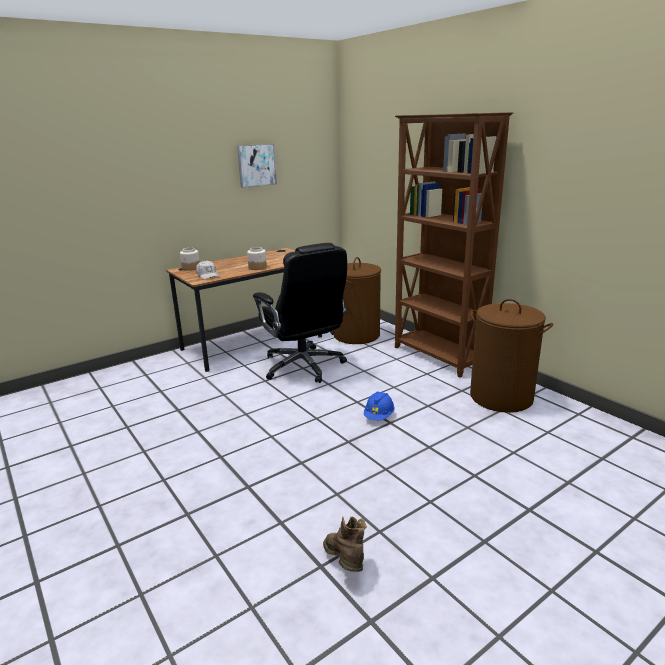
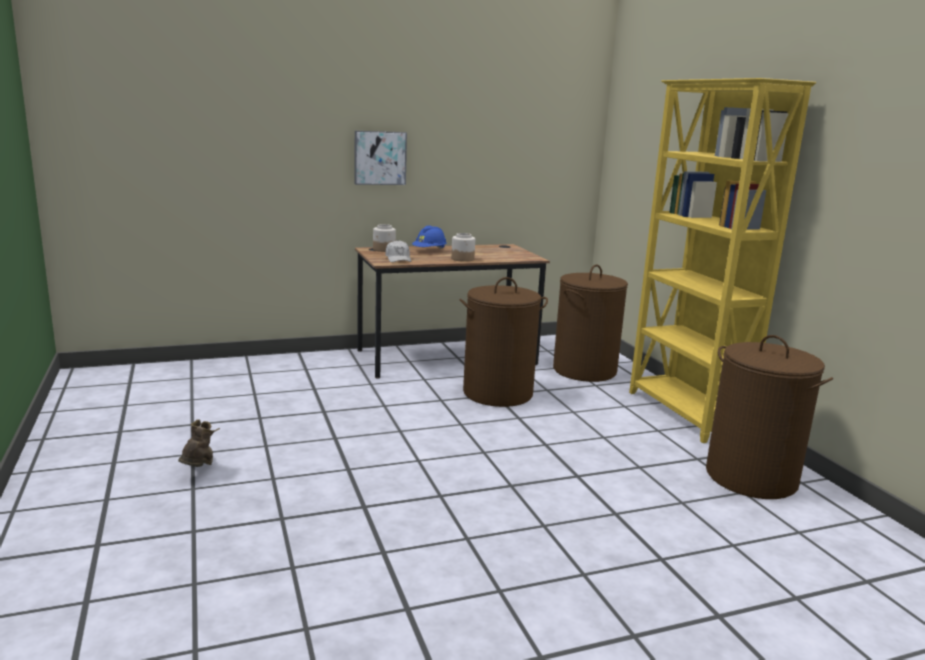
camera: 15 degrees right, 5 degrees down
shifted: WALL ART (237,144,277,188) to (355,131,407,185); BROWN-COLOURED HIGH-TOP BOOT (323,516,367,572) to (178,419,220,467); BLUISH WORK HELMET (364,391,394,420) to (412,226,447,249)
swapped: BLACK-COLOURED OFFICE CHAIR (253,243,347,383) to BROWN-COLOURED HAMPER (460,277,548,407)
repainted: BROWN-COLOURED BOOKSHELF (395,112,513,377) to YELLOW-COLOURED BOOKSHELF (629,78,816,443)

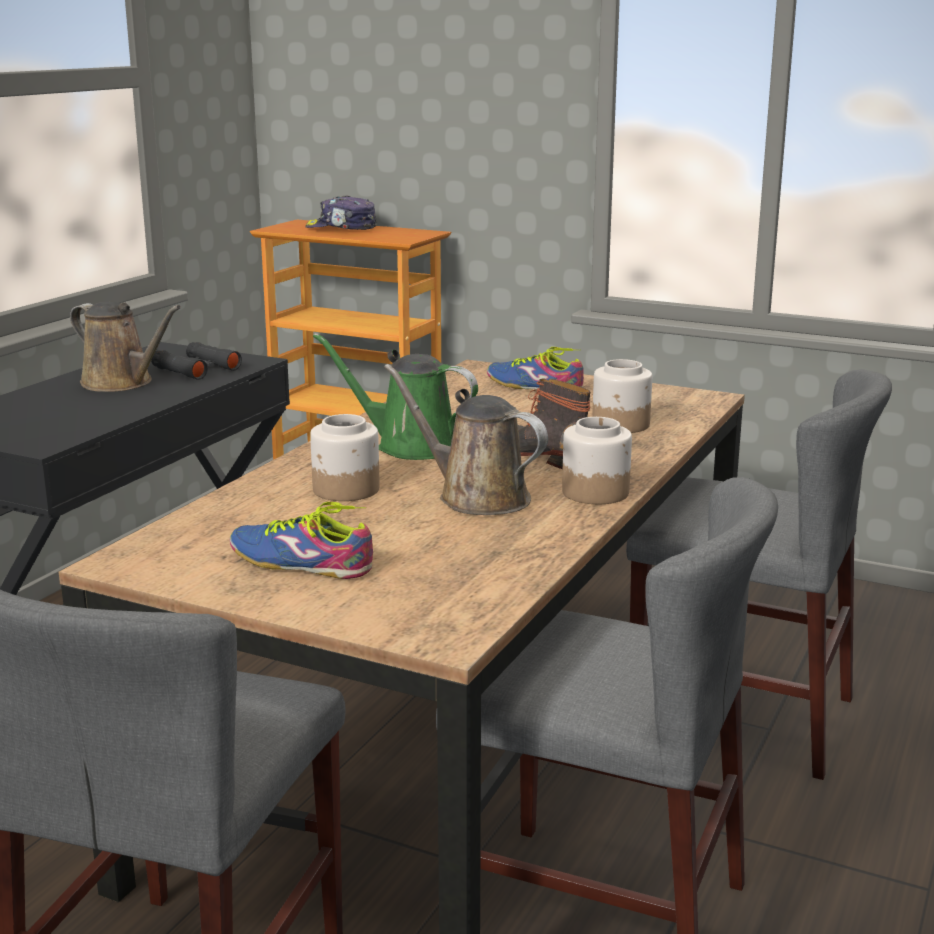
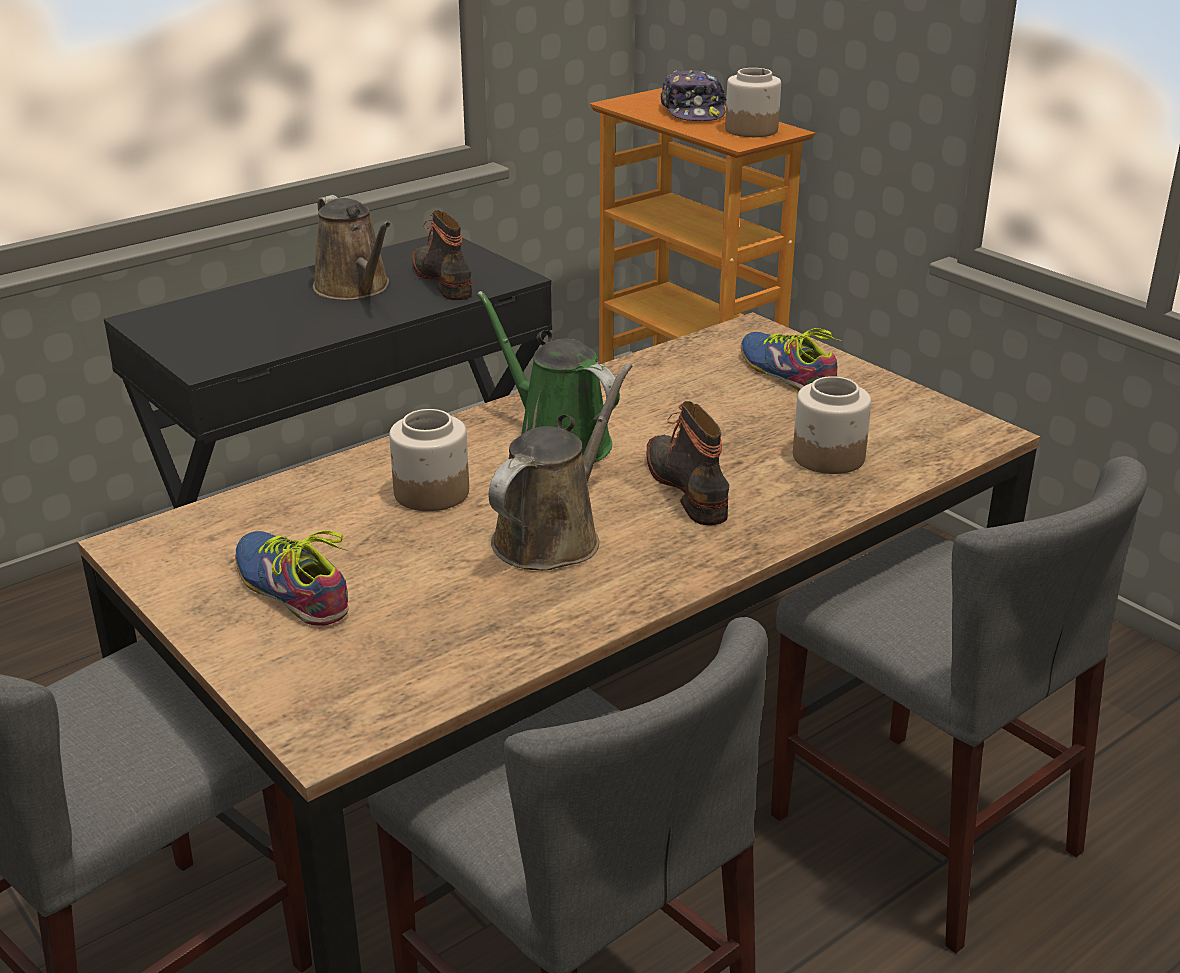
camera: 25 degrees right, 10 degrees up
shifted: JAR (562,417,632,504) to (725,68,781,137)
swapped: BLACK-COLOURED FIELD GLASSES (151,342,242,380) to HIGH-TOP BOOT (412,210,472,300)
rotated: CAP (305,196,377,230) = (660,70,727,121) 135 degrees counterclockwise; BROWN-COLOURED WATERING CAN (384,364,548,515) = (489,363,632,571) 60 degrees clockwise

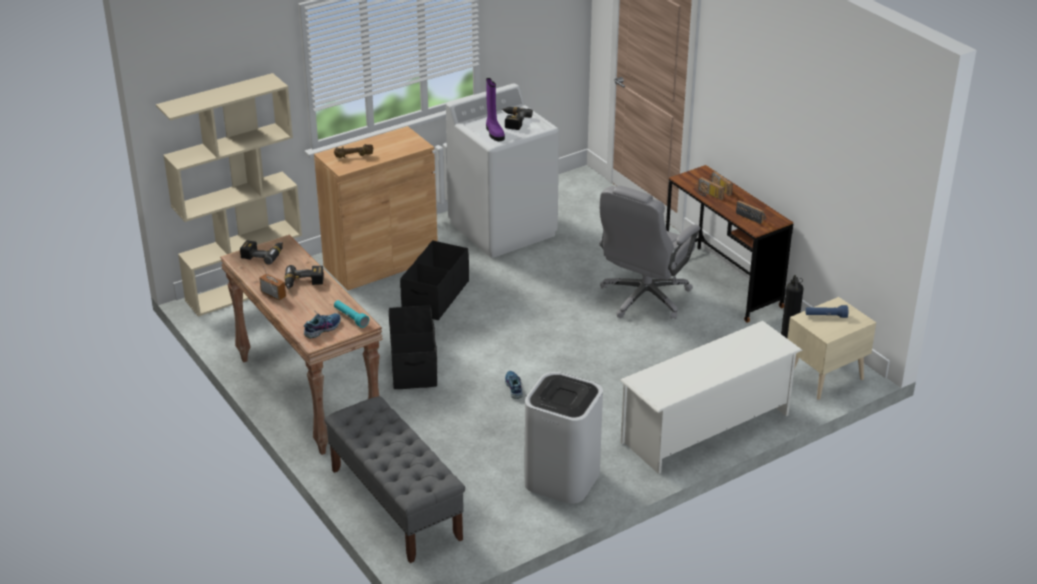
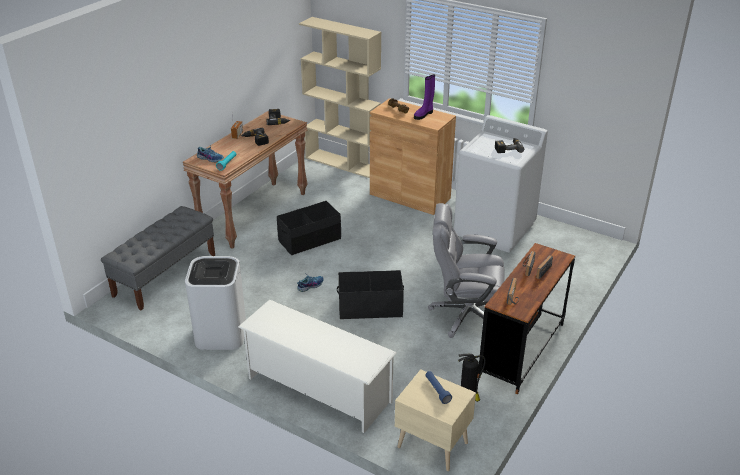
camera: 65 degrees right, 0 degrees up
shifted: BLACK-COLOURED STORAGE CONTAINER (400,240,469,320) to (337,270,404,319); PURPLE-COLOURED HIGH-TOP BOOT (486,78,505,142) to (414,74,435,120)

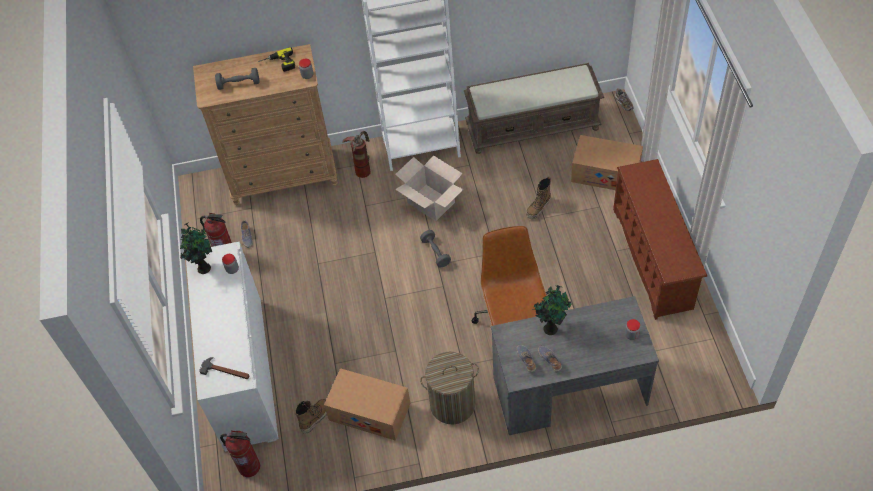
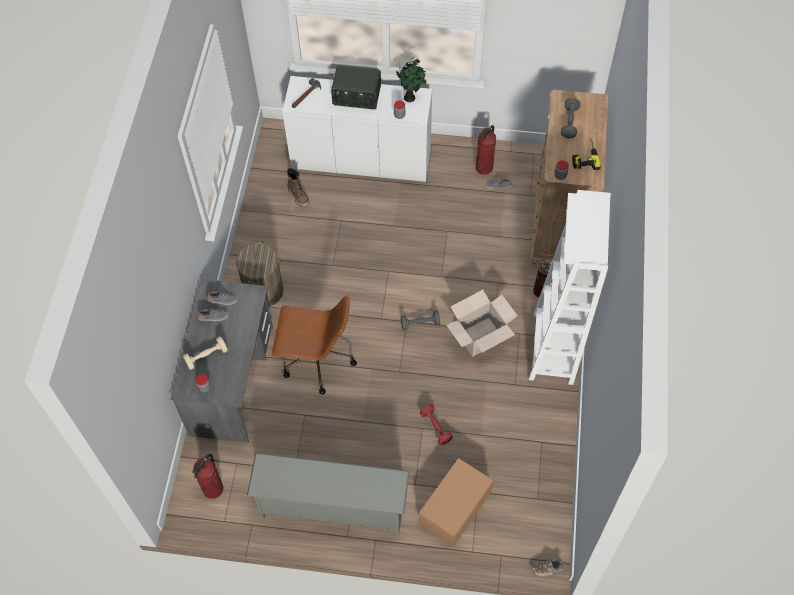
camera: 105 degrees right, 5 degrees up
gone: CARDBOARD BOX (324,368,411,441); BROWN-COLOURED INDOOR BENCH (464,63,604,154); PLANT IN A POT (532,286,572,335)
new: BEIGE-COLOURED HAND WEIGHT (183,337,228,370); RADIO (331,65,381,110)
shifted: FIRE-FIGHTING CYLINDER (220,430,260,477) to (192,454,223,499)
swapped: HIGH-TOP BOOT (526,176,551,219) to RED-COLOURED HAND WEIGHT (420,404,453,445)
repainted: BROWN-COLOURED SHOE SHELF (613,159,707,320) to GRAY SHOE SHELF (247,453,410,535)

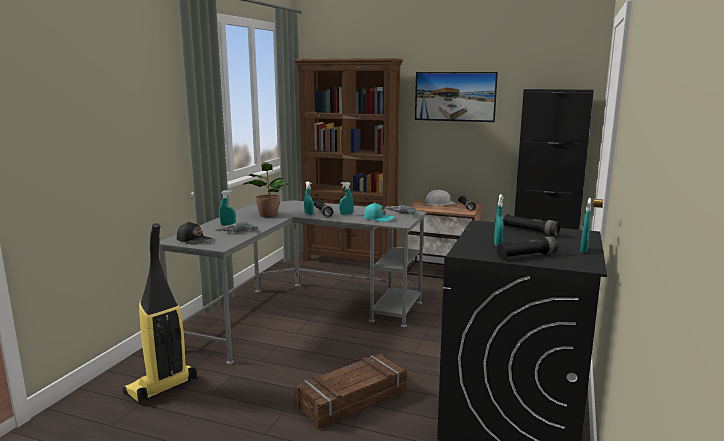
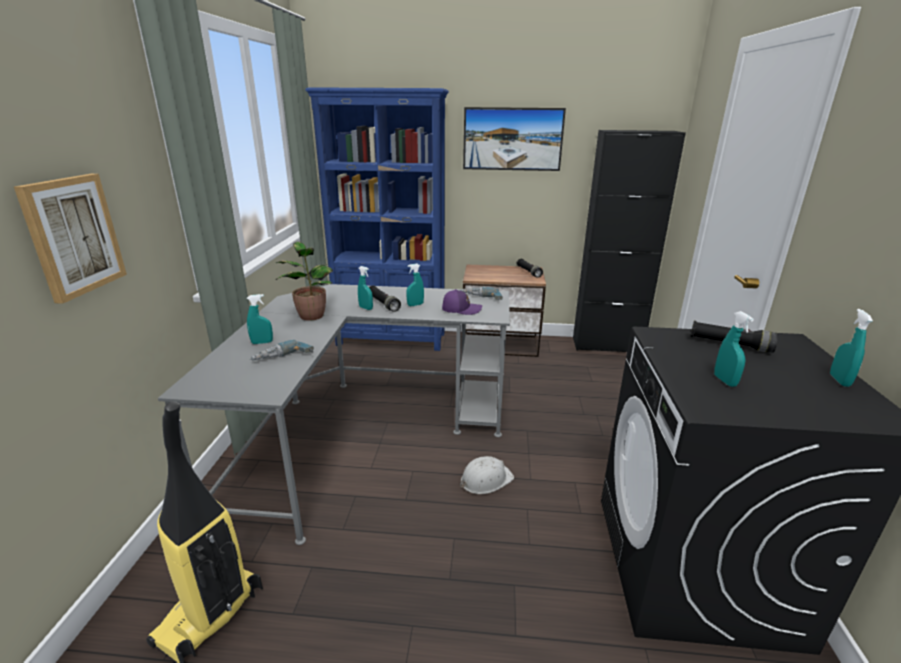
camera: 15 degrees left, 10 degrees up
gone: BLACK-COLOURED CAP (177,222,212,245); PACKING CRATE (294,354,407,429); BLACK-COLOURED TORCH (497,236,558,259)
new: WALL ART (14,174,127,304)
shifted: WHITE WORK HELMET (423,190,456,206) to (460,456,514,494)
repainted: BROWN-COLOURED BOOKSHELF (294,58,403,262) to BLUISH BOOKSHELF (305,87,449,351); TURQUOISE-COLOURED CAP (364,202,395,222) to PURPLE-COLOURED CAP (442,289,482,315)

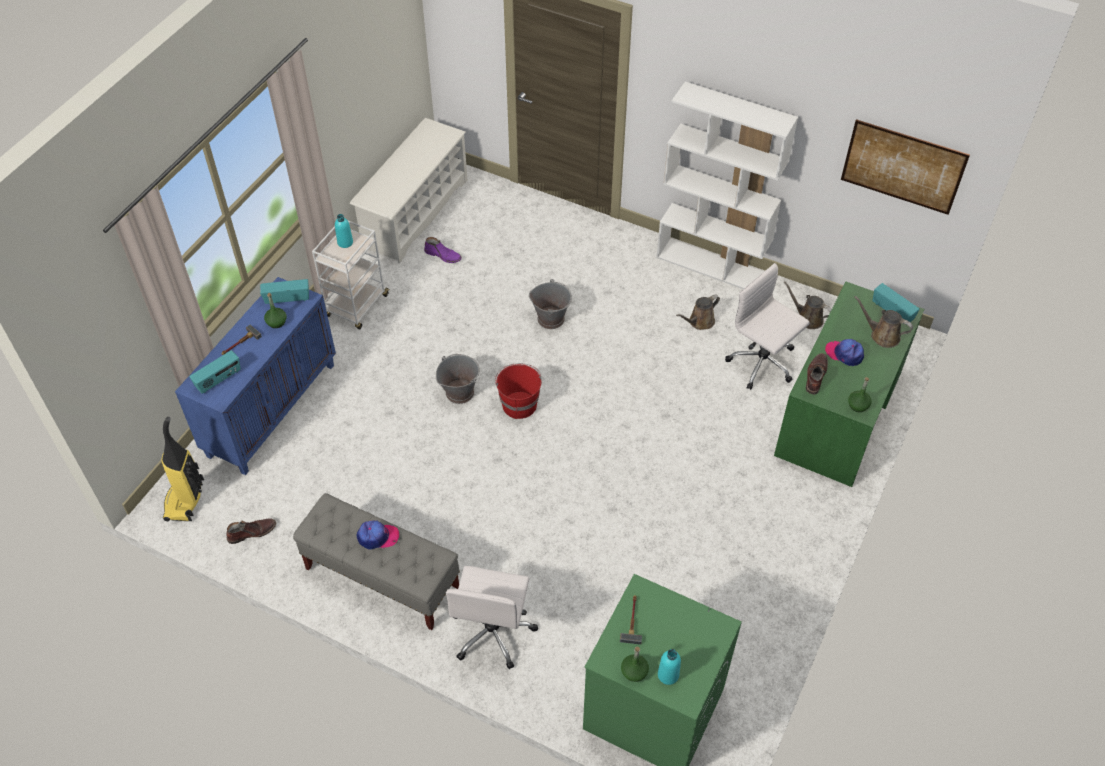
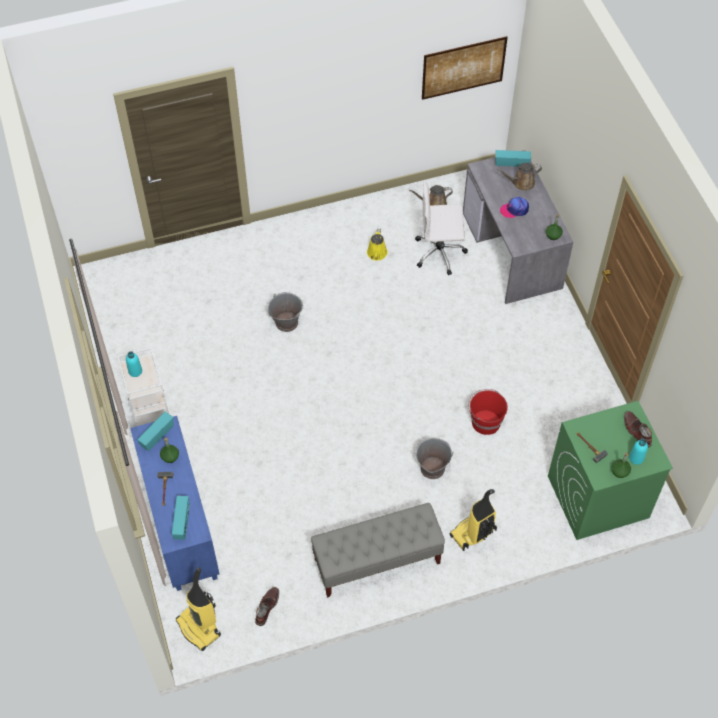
camera: 45 degrees left, 5 degrees up
gone: WHITE SHOE SHELF (350,118,468,263); CAP (356,521,399,550); PURPLE-COLOURED HIGH-TOP BOOT (424,237,462,263); WHITE BOOKSHELF (656,81,798,289)
shifted: GRAY PAIL (436,354,480,404) to (414,438,454,479); RED-COLOURED PAIL (495,363,541,419) to (468,389,508,435); BROWN-COLOURED HIGH-TOP BOOT (806,353,828,395) to (624,411,652,448)
swapped: WHITE OFFICE CHAIR (446,566,538,669) to VACUUM (450,489,497,551)
repainted: BROWN-COLOURED WATERING CAN (676,295,720,330) to YELLOW-COLOURED WATERING CAN (367,229,388,261); GREENISH DESK UNIT (774,282,924,487) to GRAY DESK UNIT (463,150,573,304)

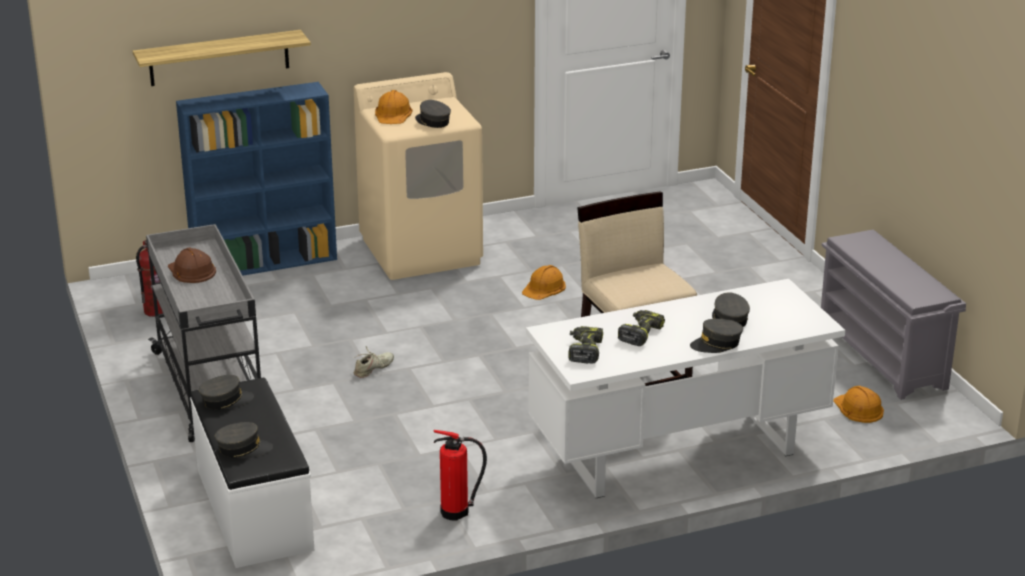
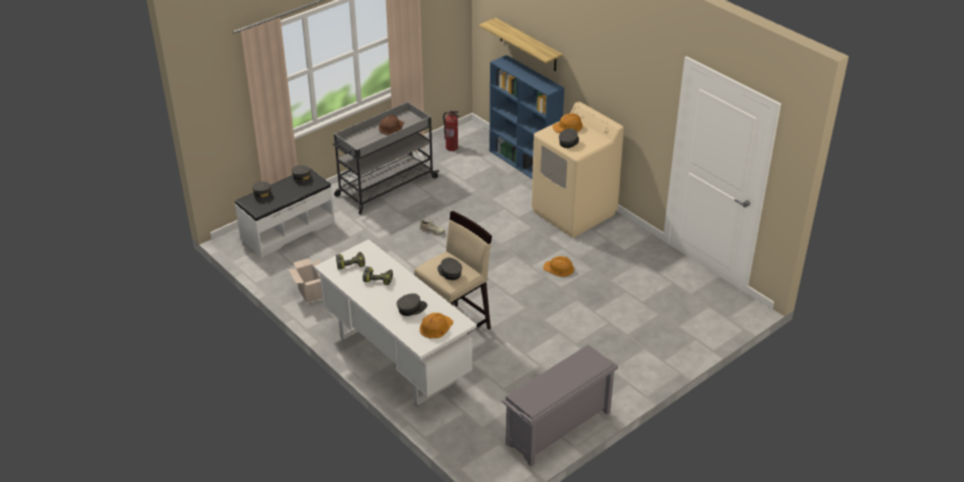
camera: 70 degrees right, 10 degrees up
shifted: GRAY CAP (690,319,743,353) to (438,258,462,280); ORANGE WORK HELMET (833,386,884,423) to (420,313,453,338)
swapped: FIRE-FIGHTING CYLINDER (434,430,487,521) to CARDBOARD BOX (288,258,322,303)

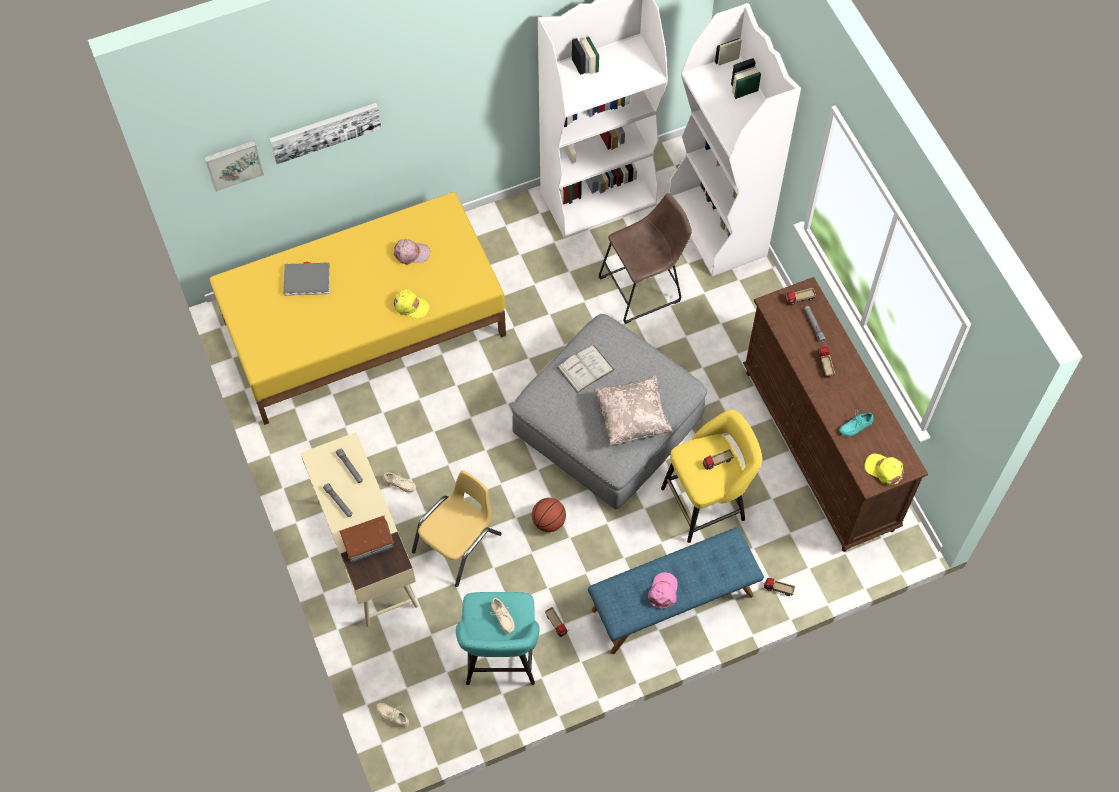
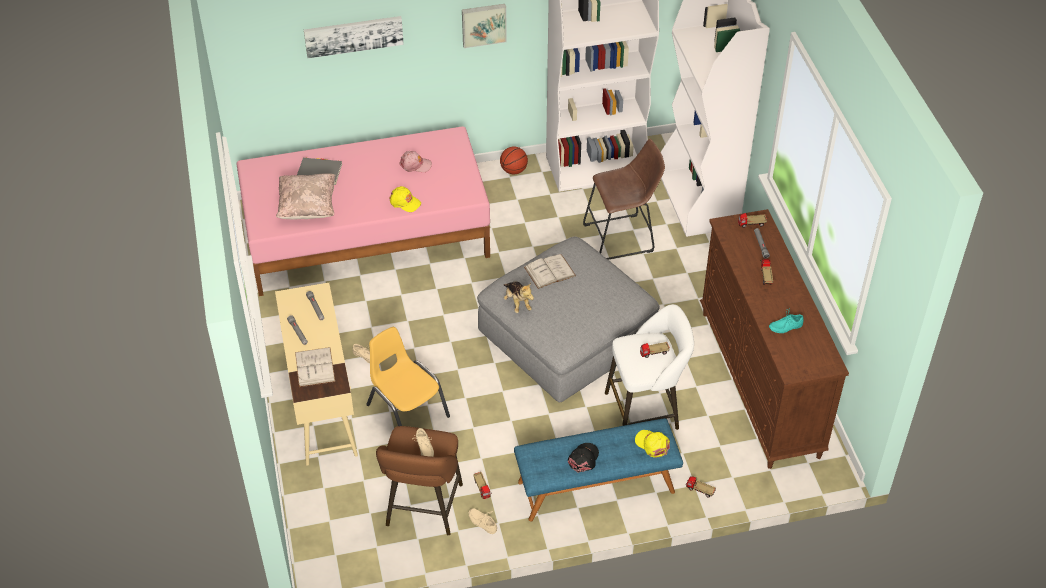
camera: 10 degrees right, 15 degrees down
new: CUDDLY TOY (504,281,534,313)
shifted: WALL ART (204,140,264,192) to (462,4,507,48); BEIGE-COLOURED ITEM OF FOOTWEAR (376,703,409,728) to (469,508,497,534); BASKETBALL (532,498,566,532) to (500,147,528,174); BEIGE-COLOURED PILLOW (594,376,673,445) to (276,173,335,219); YELLOW-COLOURED CAP (864,454,904,485) to (635,430,670,458)
swapped: MODEL HOUSE (339,516,394,563) to WHITE BOOK (295,347,335,387)
repainted: YELLOW-COLOURED SLEEPING BED (210,192,506,425) to PINKISH SLEEPING BED (237,126,490,296); TURQUOISE-COLOURED STOOL (456,592,540,685) to BROWN-COLOURED STOOL (376,426,463,535); PINKISH CAP (648,572,678,610) to BLACK-COLOURED CAP (568,443,599,473); YELLOW-COLOURED STOOL (661,410,762,543) to WHITE STOOL (605,304,694,430)
rotated: YELLOW-COLOURED UPRIGHT CHAIR (412,470,502,587) = (366,327,450,426) 90 degrees counterclockwise

